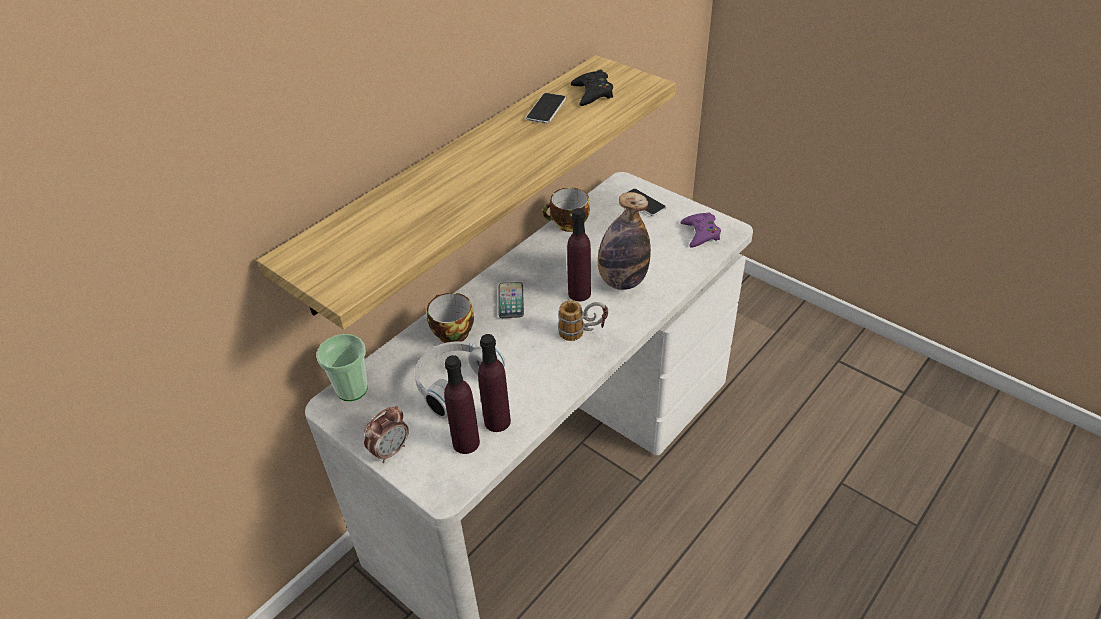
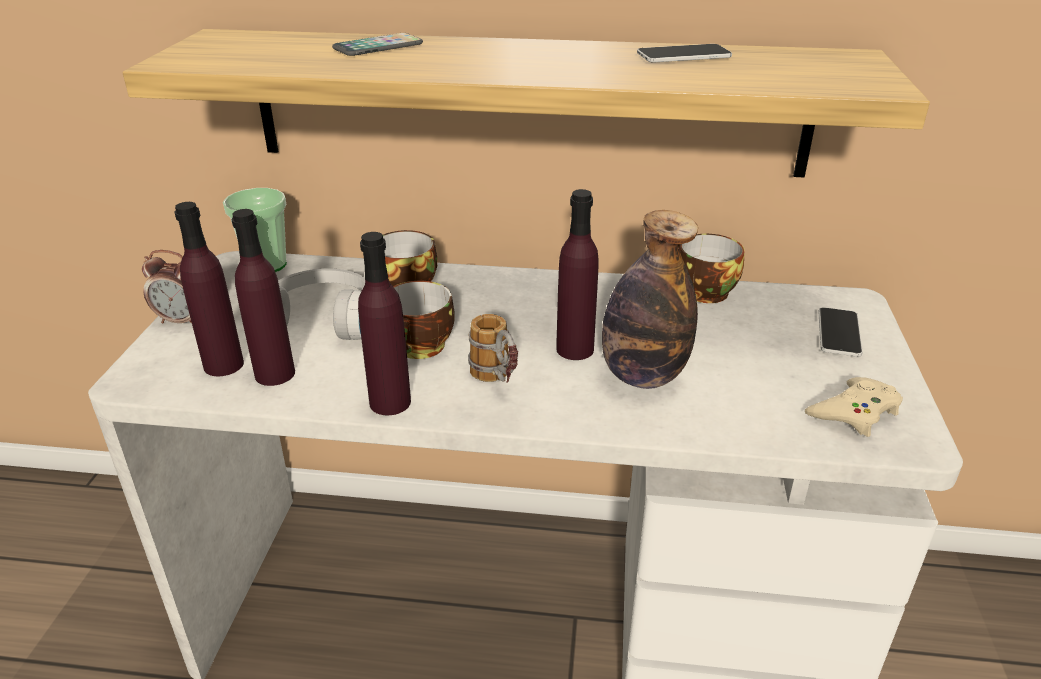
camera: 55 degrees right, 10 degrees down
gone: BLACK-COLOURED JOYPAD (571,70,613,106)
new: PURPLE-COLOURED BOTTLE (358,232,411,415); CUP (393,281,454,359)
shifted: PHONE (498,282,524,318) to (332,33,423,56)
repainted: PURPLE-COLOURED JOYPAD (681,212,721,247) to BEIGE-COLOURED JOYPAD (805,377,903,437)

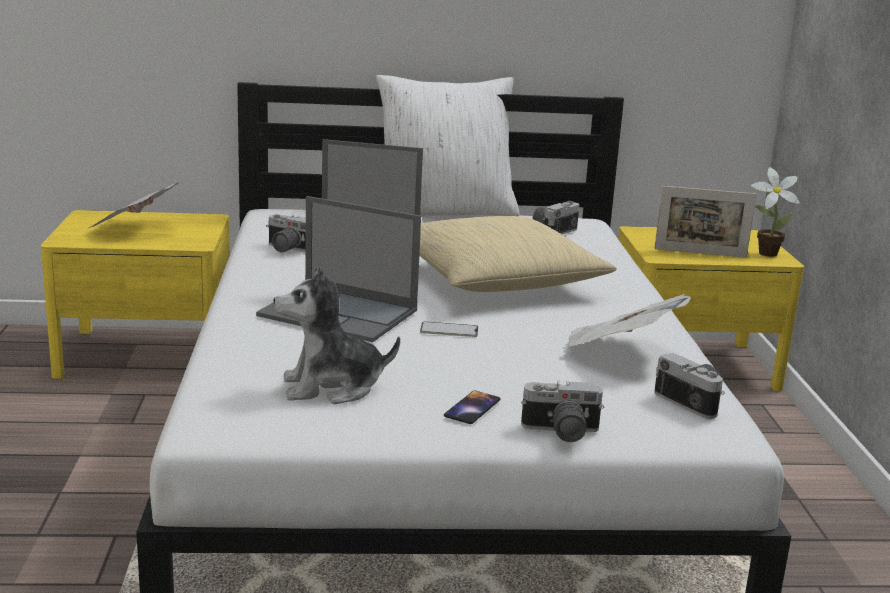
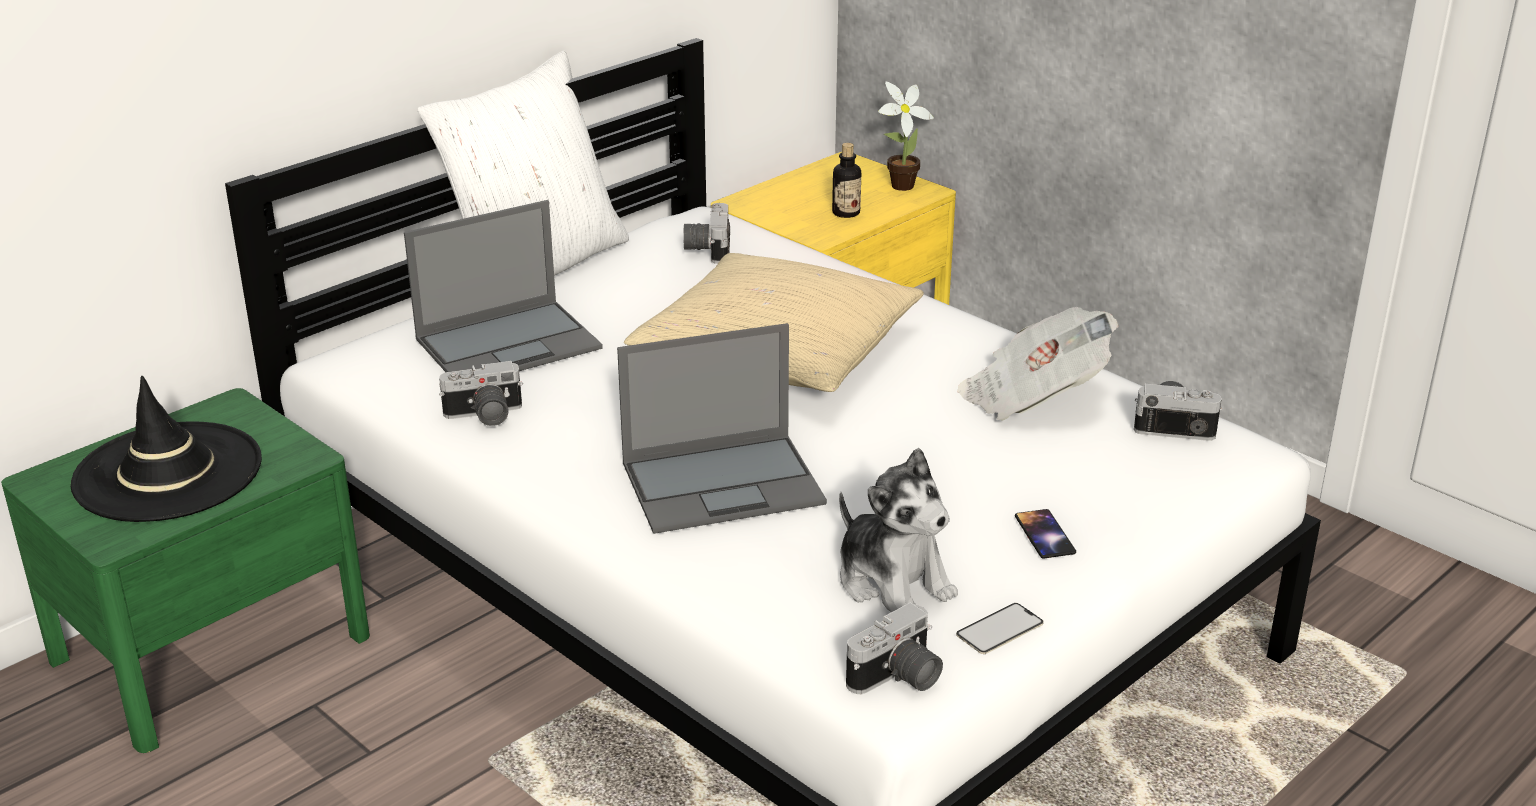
camera: 40 degrees left, 10 degrees up
shifted: PHONE (420,322,478,337) to (956,603,1044,654); STILL CAMERA (521,381,604,442) to (846,602,943,694)
swapped: NEWSPAPER (89,182,180,228) to BLACK-COLOURED WEARABLE HAT (71,376,262,522); STANDING FRAME (654,186,757,257) to BOTTLE (832,143,861,218)
repainted: YELLOW-COLOURED NIGHTSTAND (41,210,230,379) to GREENISH NIGHTSTAND (1,388,370,753)
rotated: CUDDLY TOY (274,267,400,404) = (839,447,958,612) 75 degrees counterclockwise

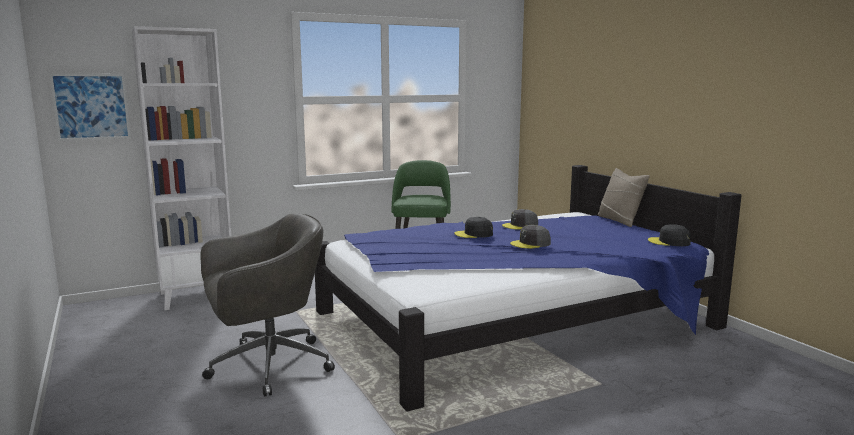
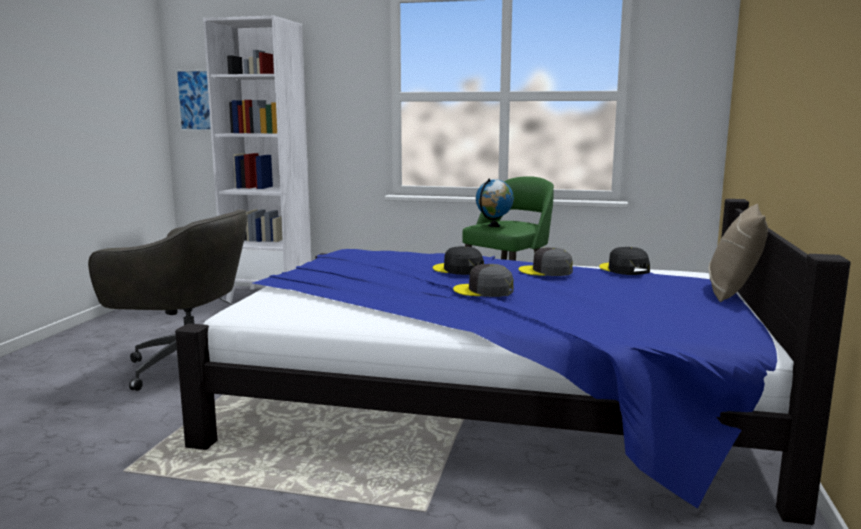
camera: 40 degrees right, 0 degrees up
new: WORLD GLOBE (476,178,514,227)
shifted: BLACK-COLOURED CAP (648,224,691,246) to (599,247,650,275)

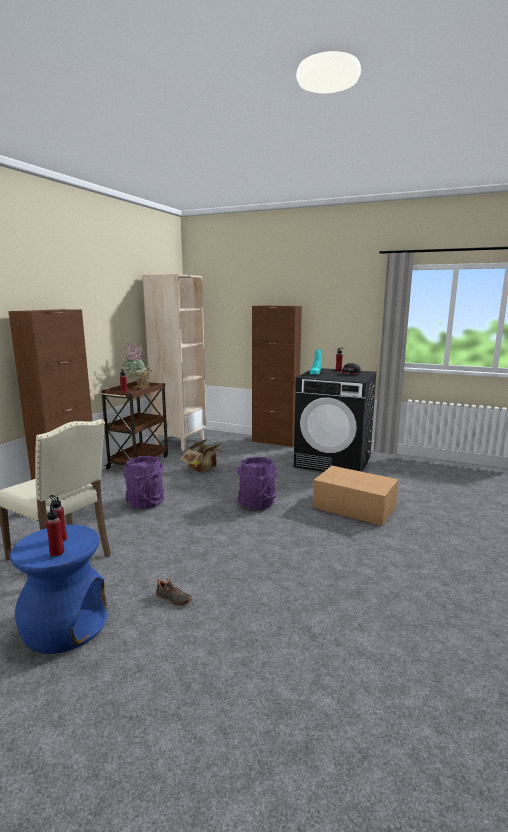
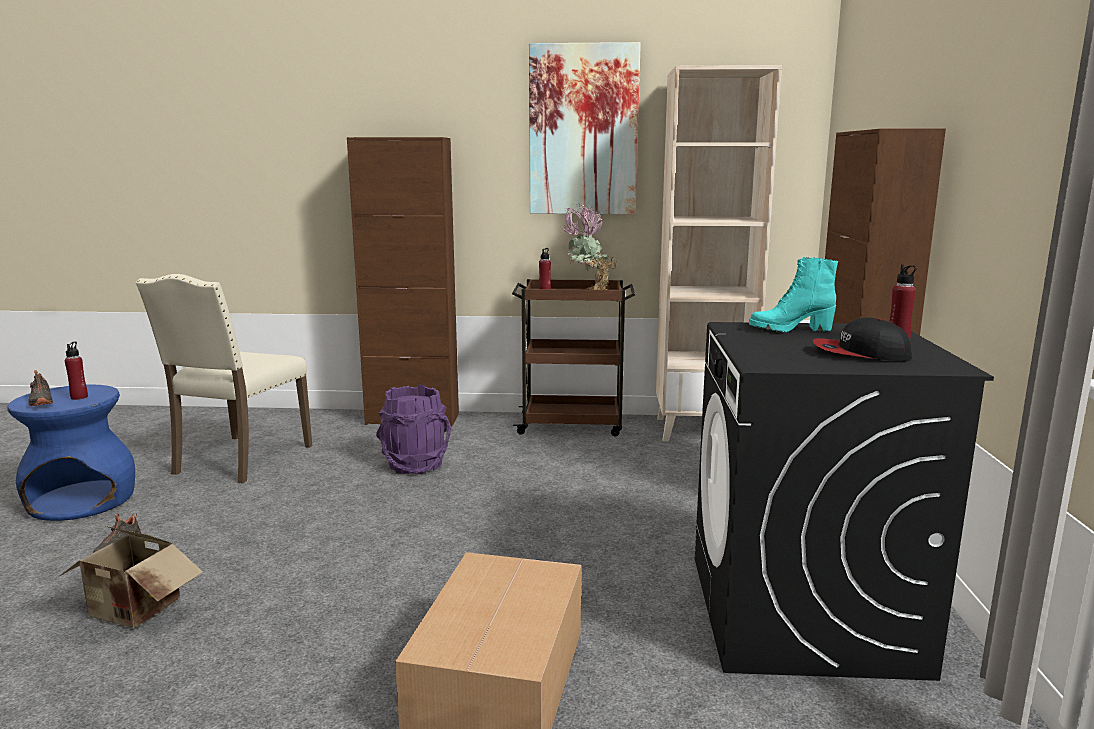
camera: 70 degrees right, 0 degrees up
gone: PURPLE-COLOURED PAIL (237,456,277,510)
new: WALL ART (529,42,641,214)
shifted: CARDBOARD BOX (180,439,224,473) to (49,526,203,628)
swapped: RED-COLOURED BOTTLE (46,505,64,556) to BLACK-COLOURED ITEM OF FOOTWEAR (28,370,53,406)

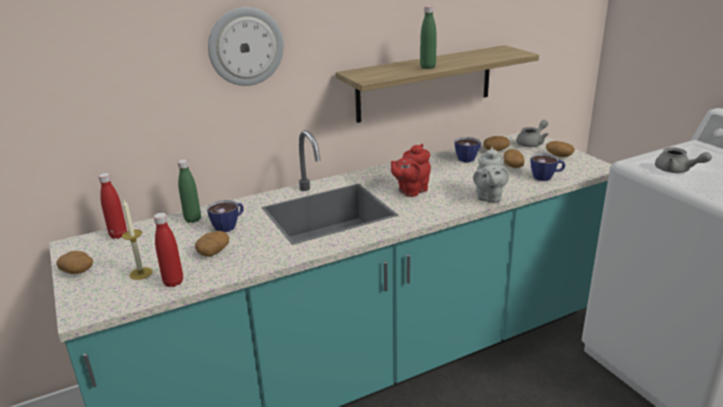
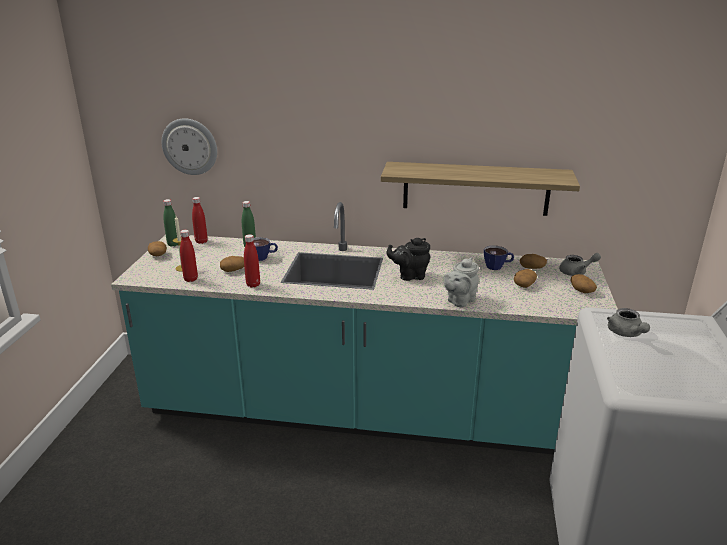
camera: 35 degrees right, 0 degrees up
gone: CUP (530,153,565,181)
new: RED-COLOURED BOTTLE (244,234,260,288)
shifted: WALL CLOCK (208,7,284,86) to (162,118,217,175); GREENISH BOTTLE (420,6,437,69) to (163,199,178,247)
repainted: RED-COLOURED TEA POT (391,144,431,197) to BLACK-COLOURED TEA POT (387,238,431,281)

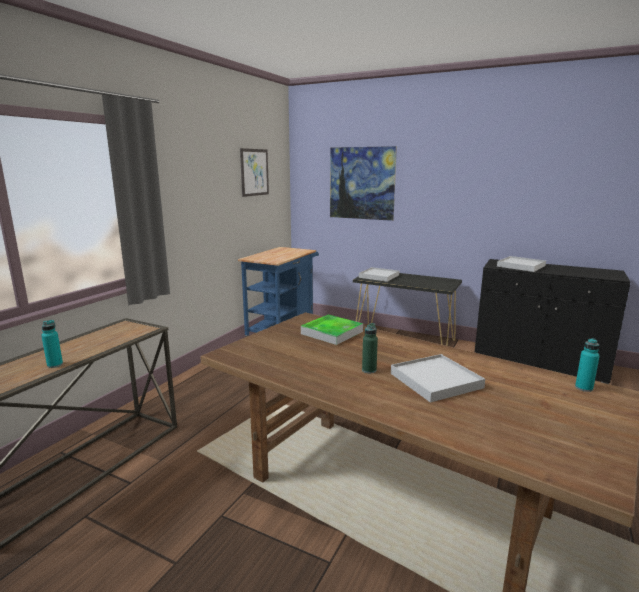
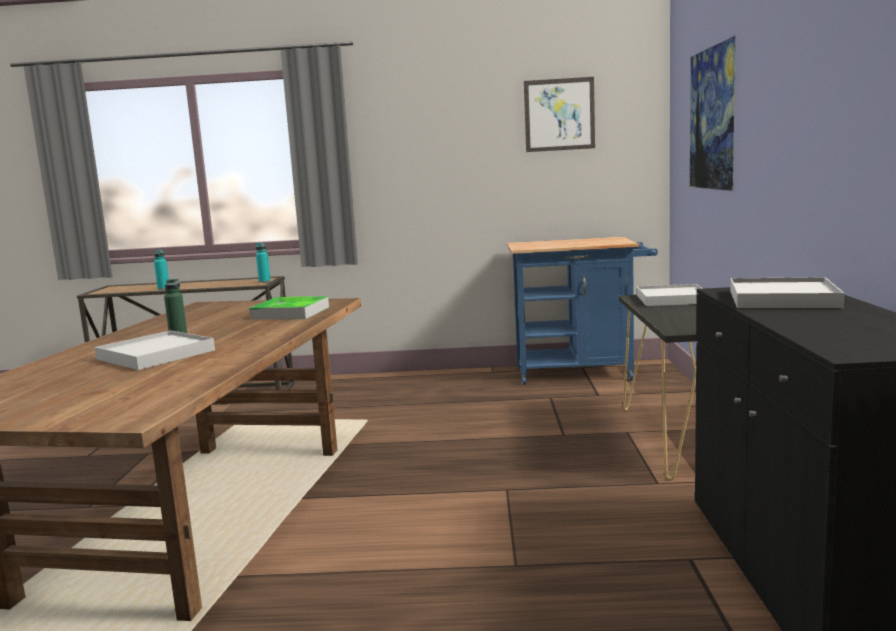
camera: 65 degrees right, 5 degrees down
shifted: TURQUOISE-COLOURED BOTTLE (575,338,600,392) to (256,243,271,283)

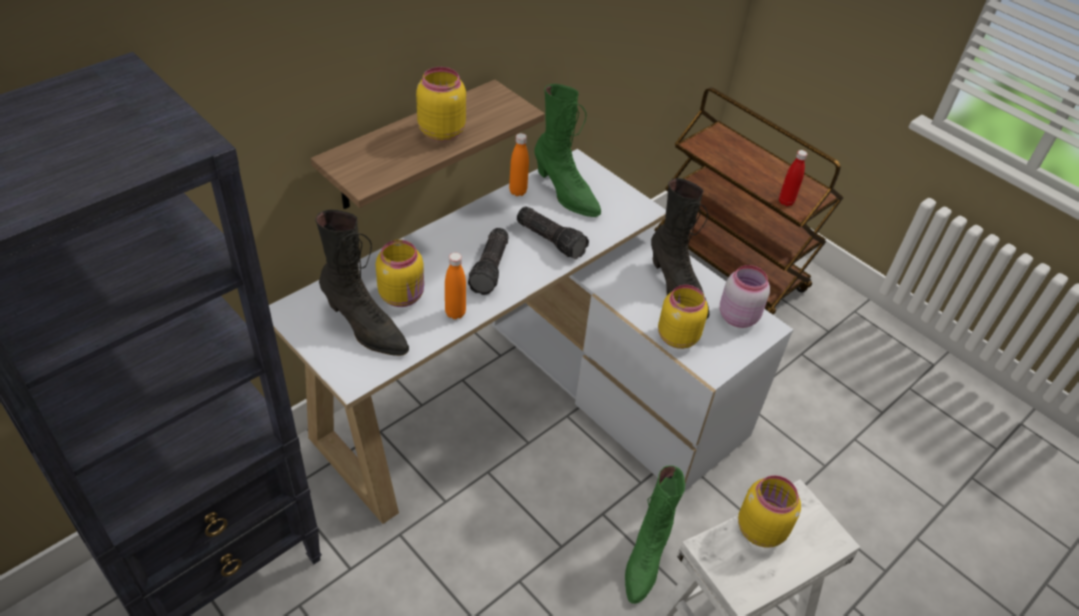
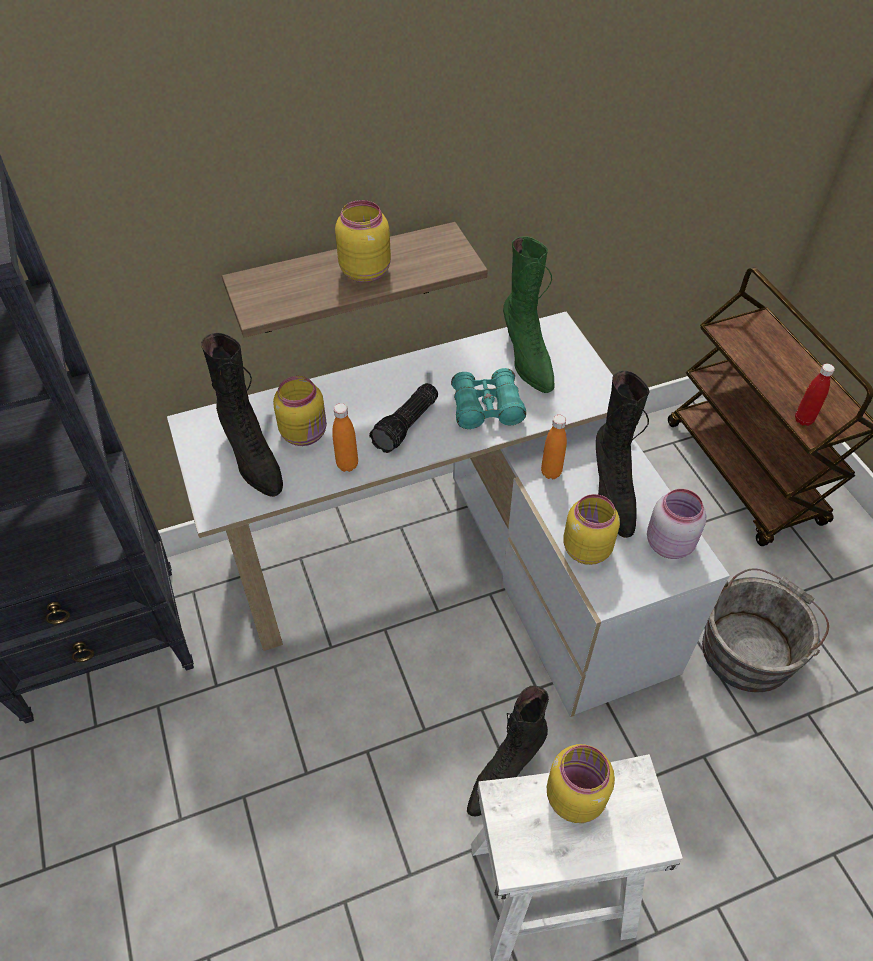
camera: 25 degrees right, 5 degrees up
new: GRAY PAIL (702,568,829,692)
shifted: ORANGE BOTTLE (509,133,529,196) to (541,415,567,479)
swapped: TORCH (517,207,589,260) to TURQUOISE-COLOURED FIELD GLASSES (451,368,526,429)
repainted: GREENISH HIGH-TOP BOOT (625,465,685,604) to BLACK-COLOURED HIGH-TOP BOOT (467,686,549,816)

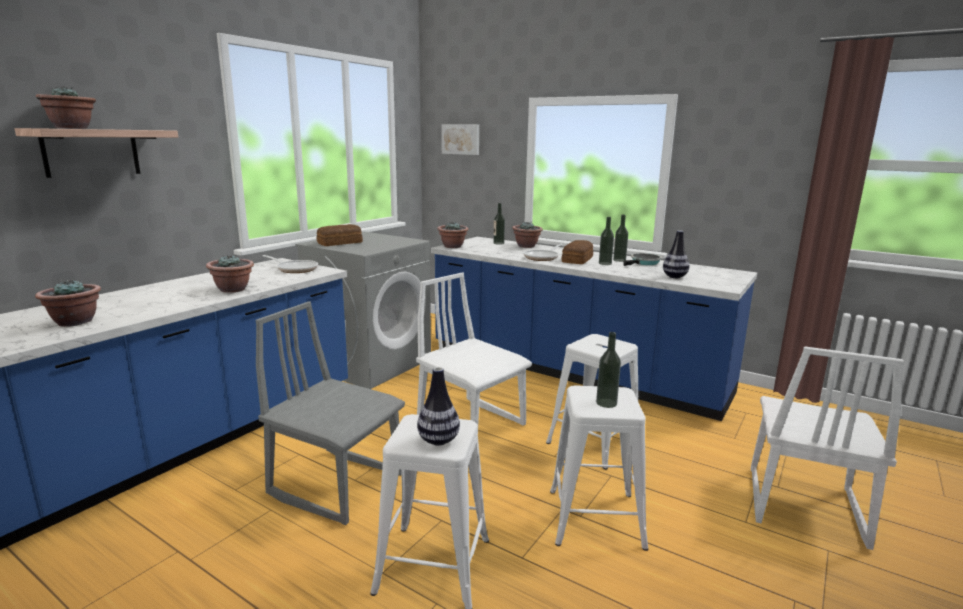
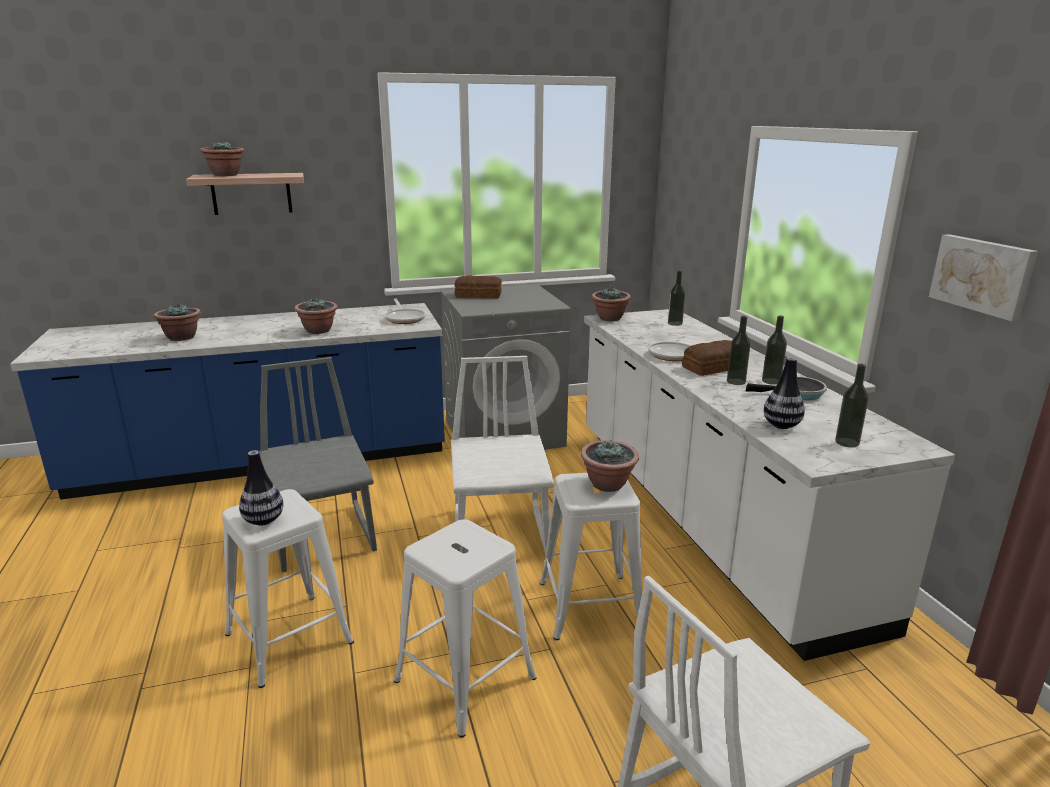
camera: 40 degrees right, 5 degrees up
shifted: WALL ART (441,124,479,155) to (929,234,1038,321); PLANT IN A POT (512,222,543,248) to (581,440,639,492); BOTTLE (596,332,621,408) to (835,364,869,447)
repainted: BLUISH COUNTER (431,237,757,421) to WHITE COUNTER (584,309,955,661)

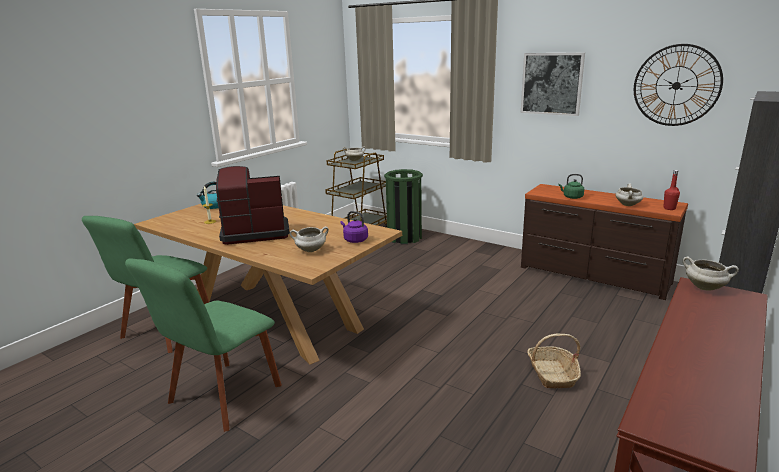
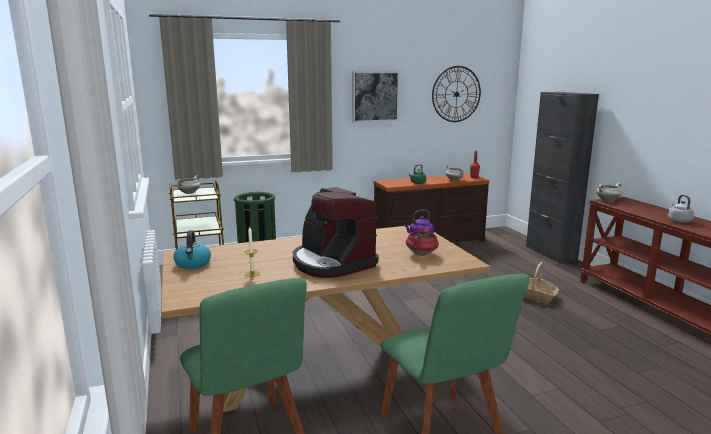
camera: 55 degrees left, 5 degrees down
new: GRAY KETTLE (668,195,694,223)
repainted: WHITE SAUCEPOT (290,226,329,252) to RED-COLOURED SAUCEPOT (406,227,439,256)
rotated: COFFEE BREWER (216,166,290,245) = (293,187,379,278) 60 degrees counterclockwise

